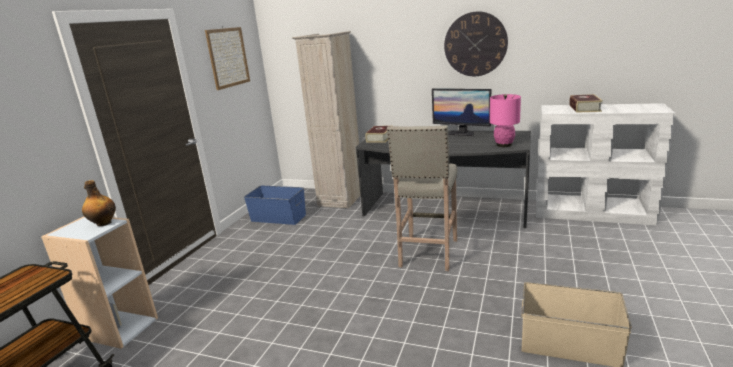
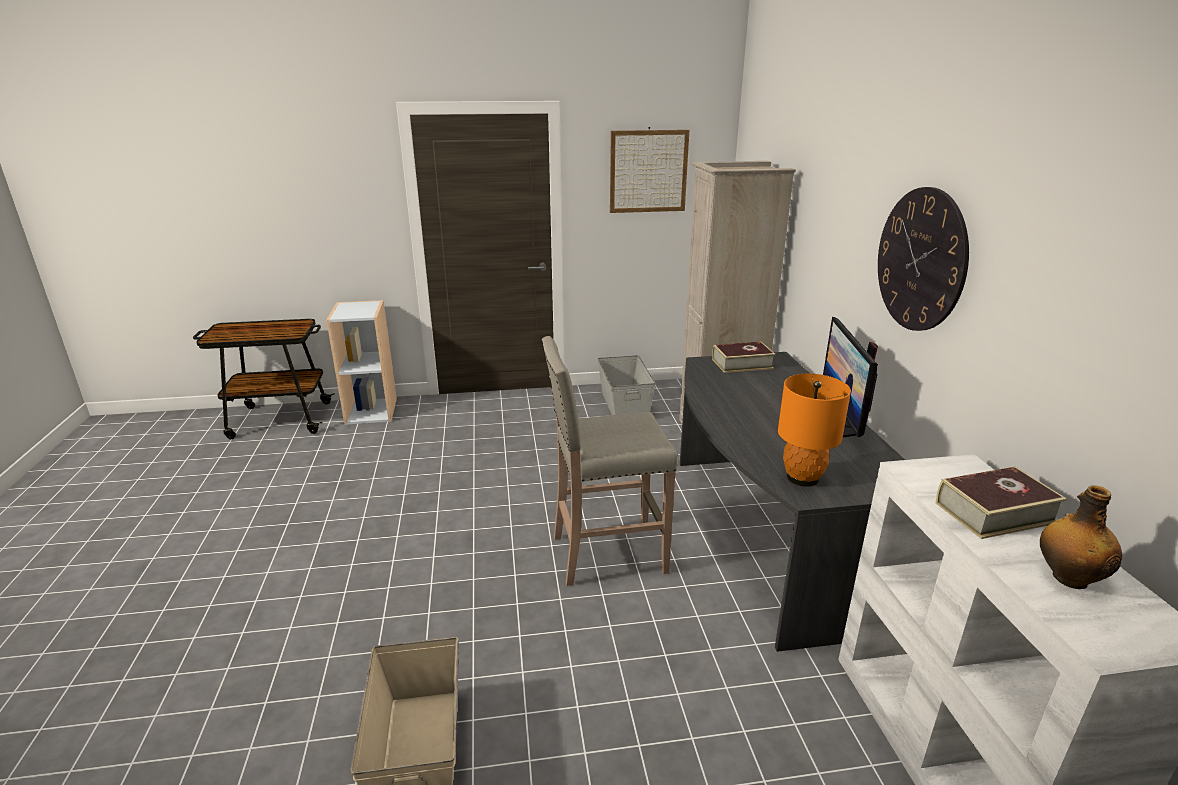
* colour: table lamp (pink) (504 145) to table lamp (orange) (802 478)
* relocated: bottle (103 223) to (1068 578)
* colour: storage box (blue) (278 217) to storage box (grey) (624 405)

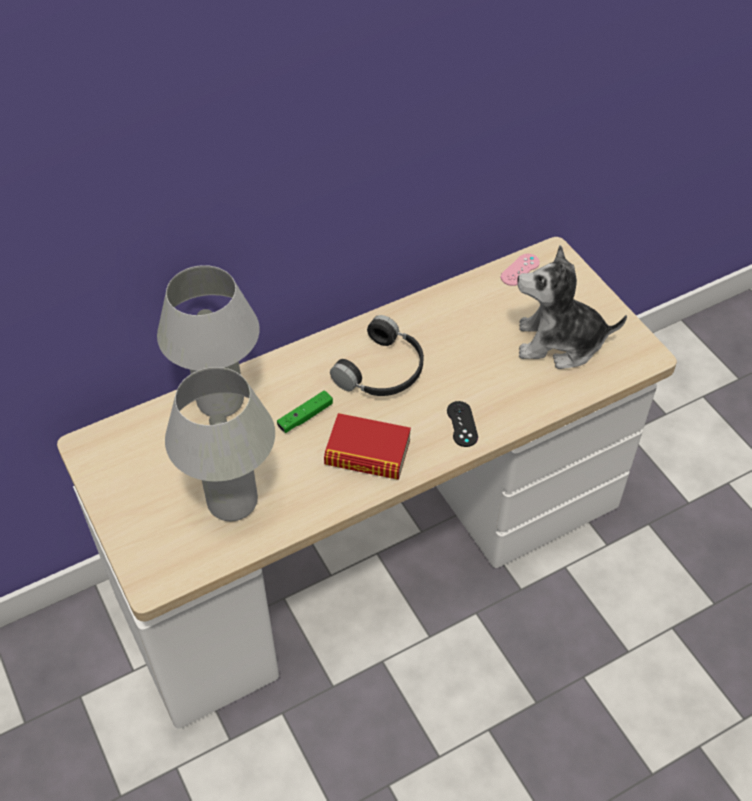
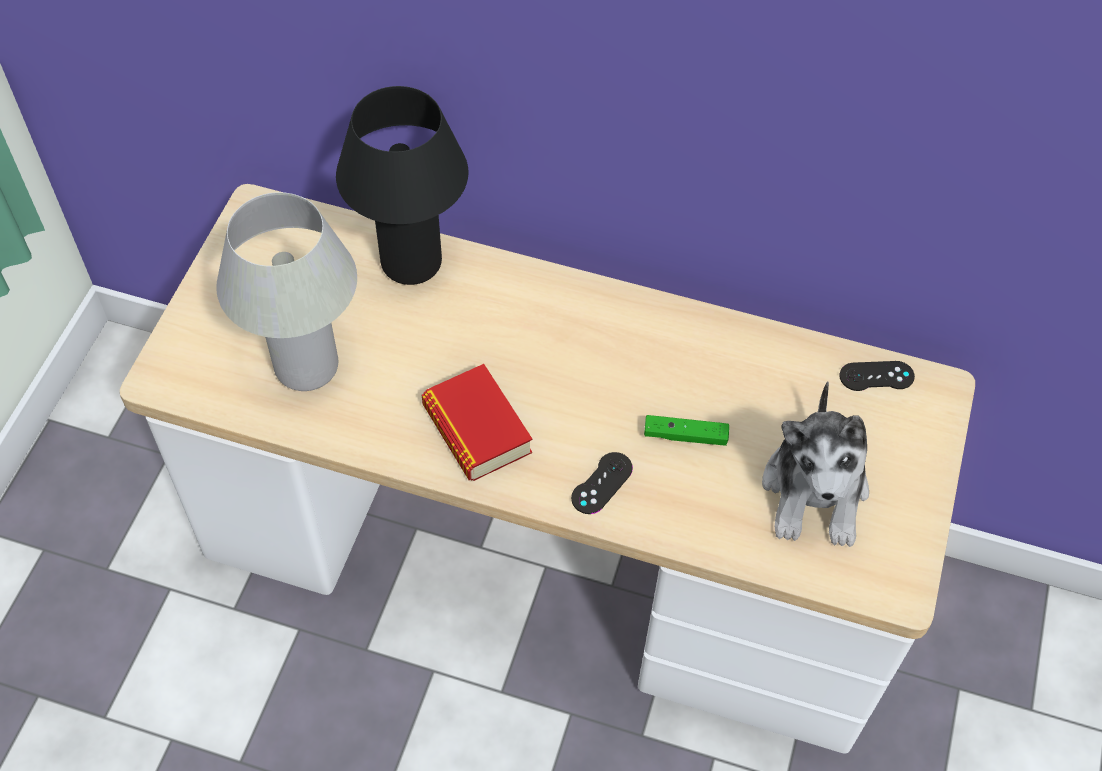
* spun: plush toy (559 343) = (815 490) 135 degrees counterclockwise
* colour: game controller (pink) (520 270) to game controller (black) (876 376)
* colour: table lamp (white) (220 401) to table lamp (black) (411 263)
* missing: headphones (black) (383 371)
* relocated: game controller (green) (305 417) to (685 436)

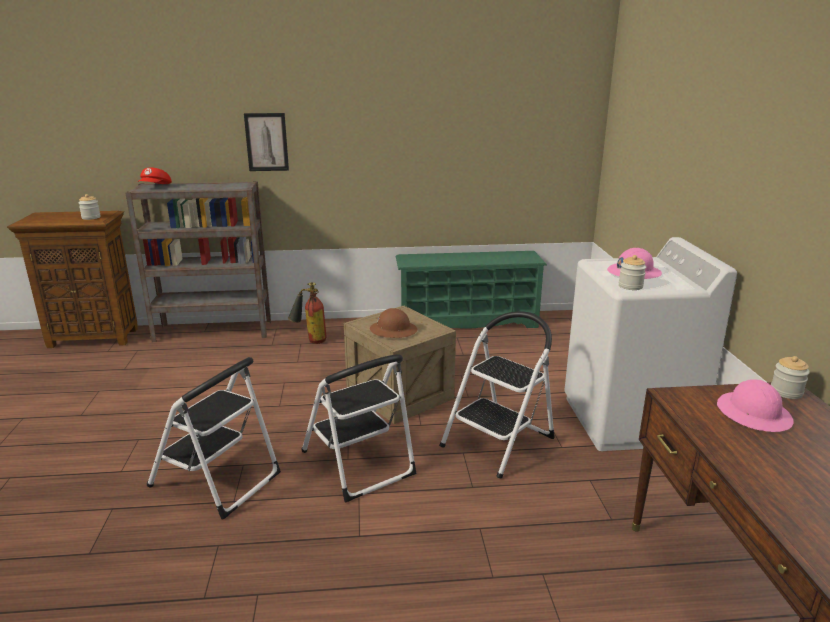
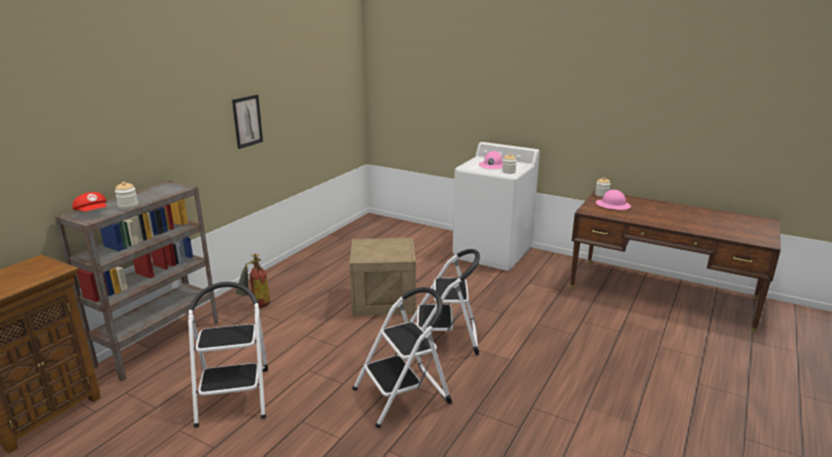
* relocated: picture (266 142) to (247 121)
* relocated: jar (91 217) to (128 205)
* missing: shoe rack (green) (467 322)
* missing: hard hat (brown) (393 330)
* relocated: step ladder (500 441) to (234 394)

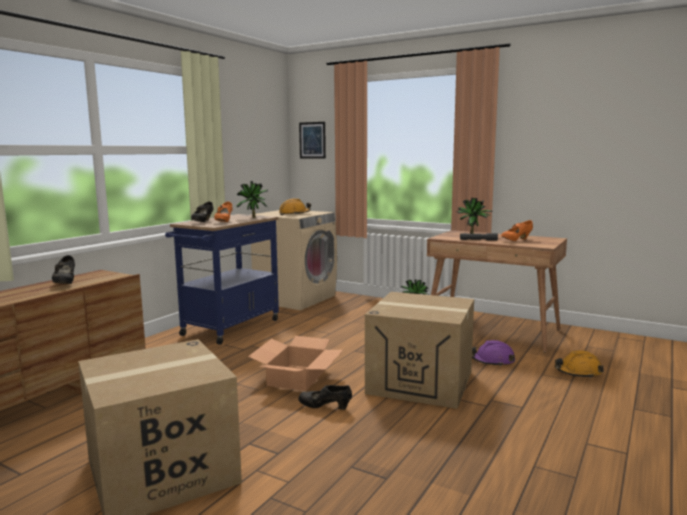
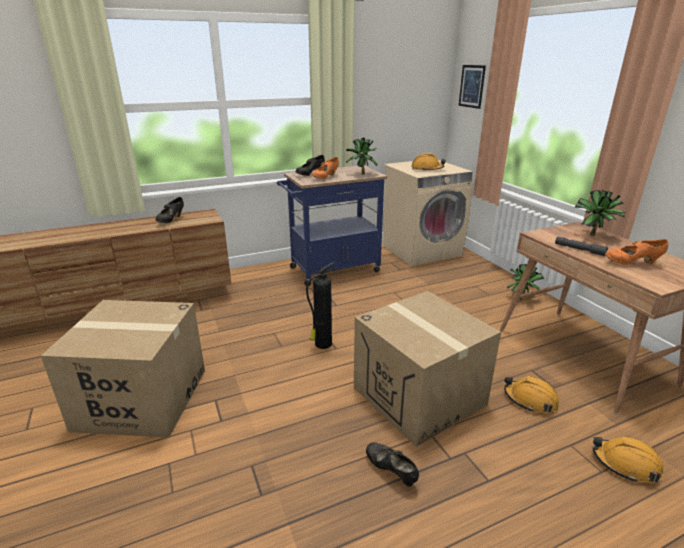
* exchanged: cardboard box (297 377) to fire extinguisher (322 344)
* colour: hard hat (purple) (492 361) to hard hat (orange) (530 400)
* relocated: shoe (black) (325 407) to (391 471)

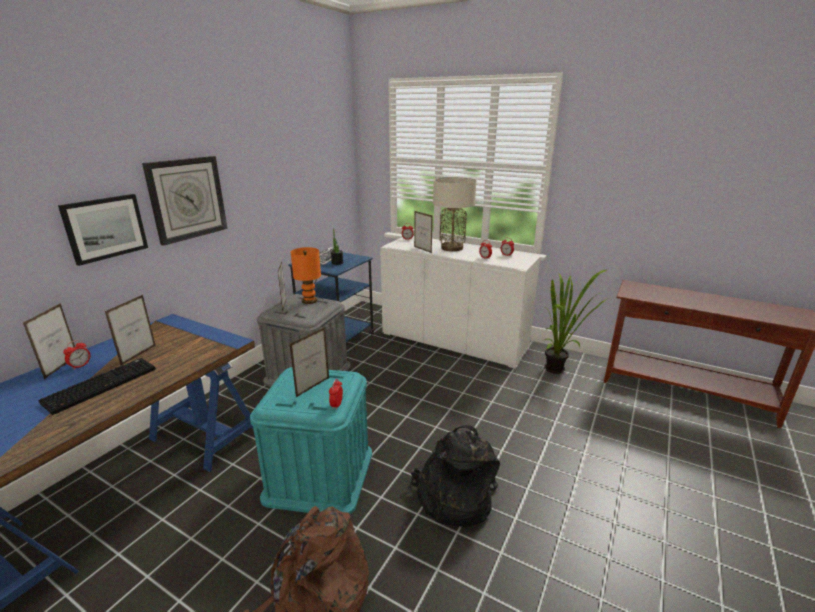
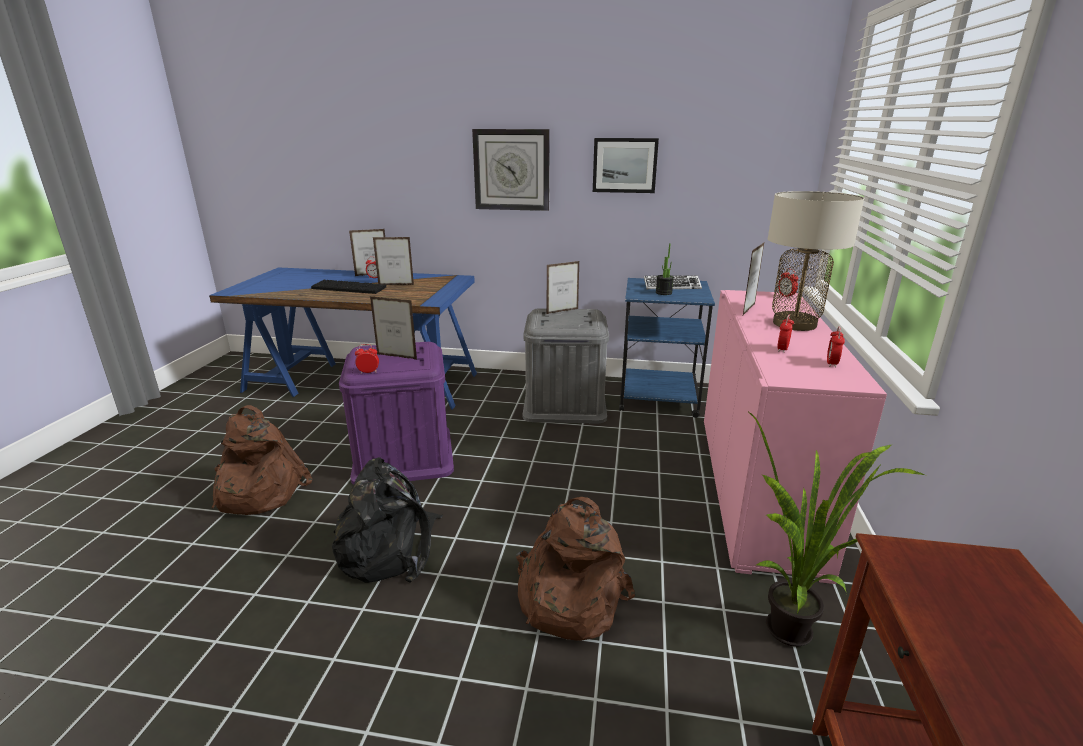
* relocated: picture (105 228) to (624 165)
* colour: cabinet (white) (453 341) to cabinet (pink) (756 488)
* missing: table lamp (orange) (309 301)
* colour: storage box (turquoise) (319 475) to storage box (purple) (403 455)
* appeared: backpack (brown) (567 598)

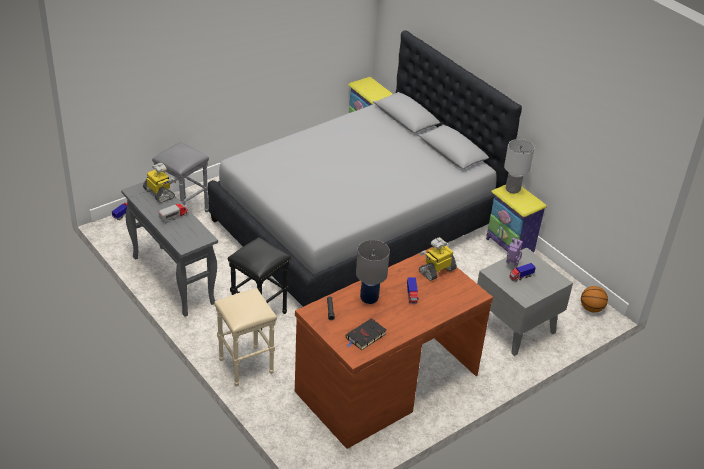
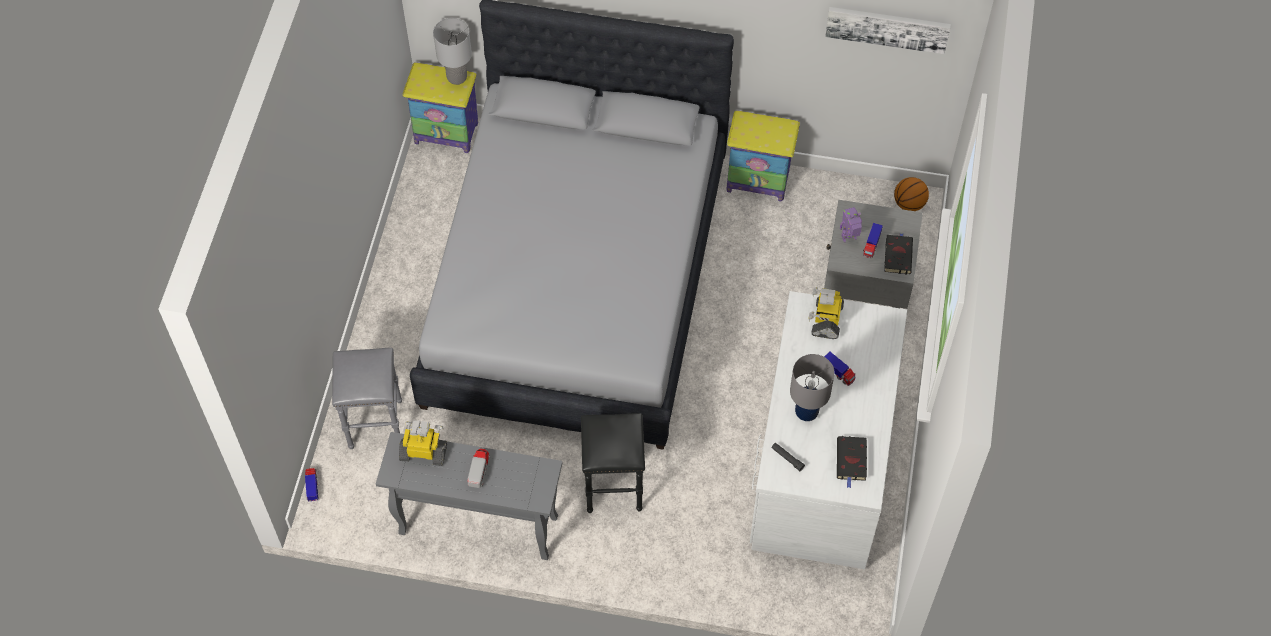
* relocated: table lamp (grey) (512 190) to (457 78)
* colour: desk (brown) (386 382) to desk (white) (820 463)
* missing: stool (beige) (246 364)
* appeared: picture (887 28)
* appeared: book (black) (897 255)

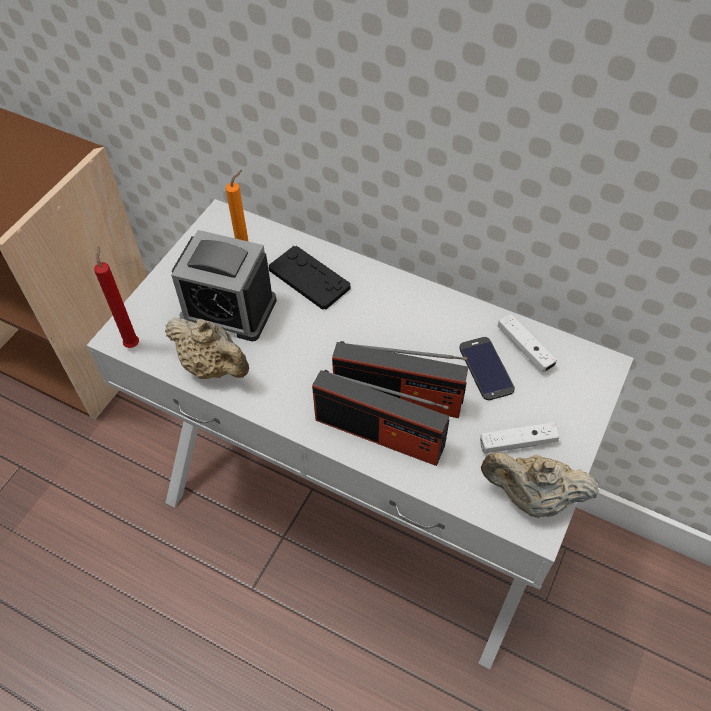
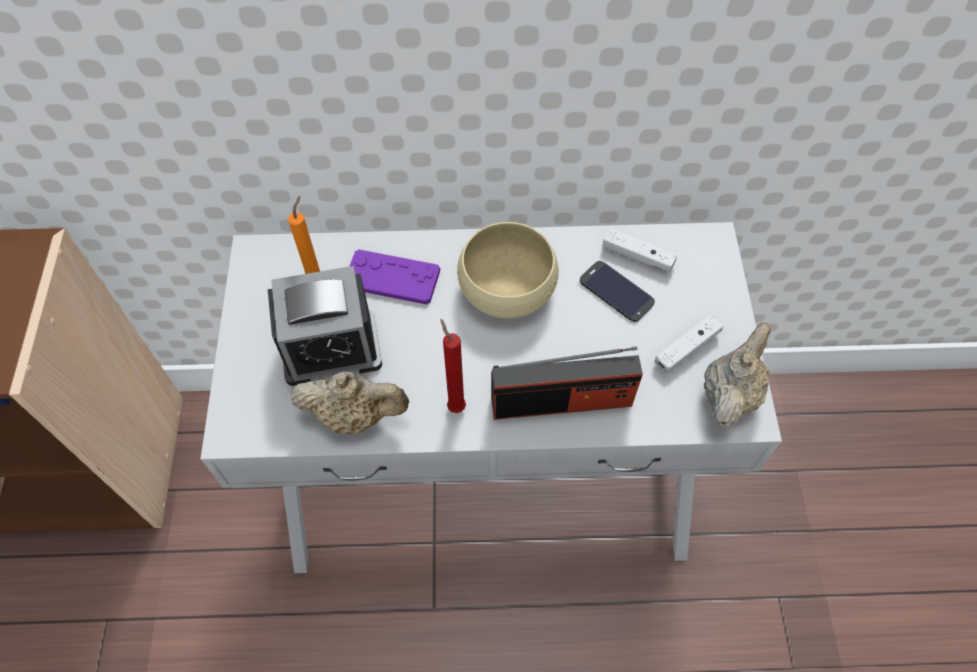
* relocated: candle (red) (133 343) to (455 405)
* colour: game controller (black) (309 278) to game controller (purple) (392 278)
* missing: radio (398 396)
* spun: teapot (beige) (532 498) = (730 393) 135 degrees clockwise
* appeared: bowl (beige) (507 287)

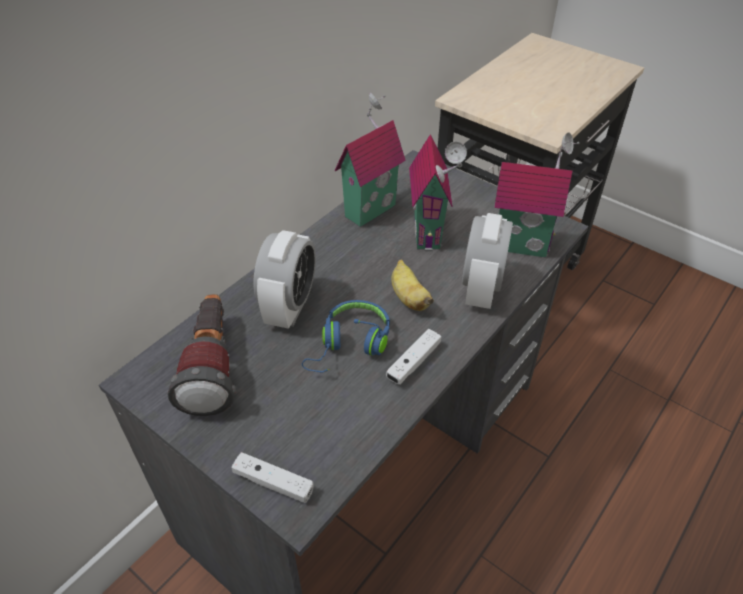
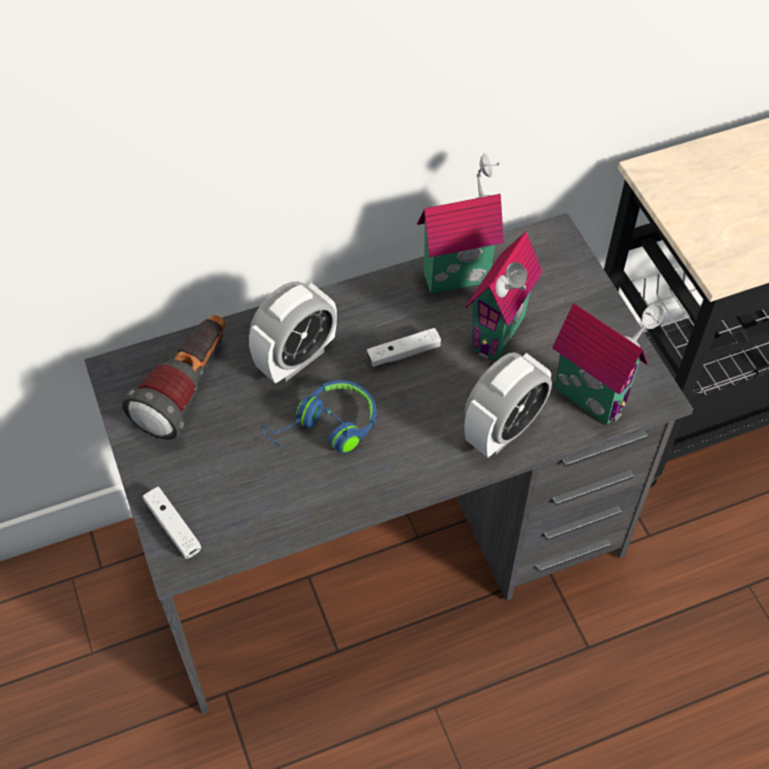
* missing: banana (408 297)
* relocated: game controller (white) (413 362) to (403 353)

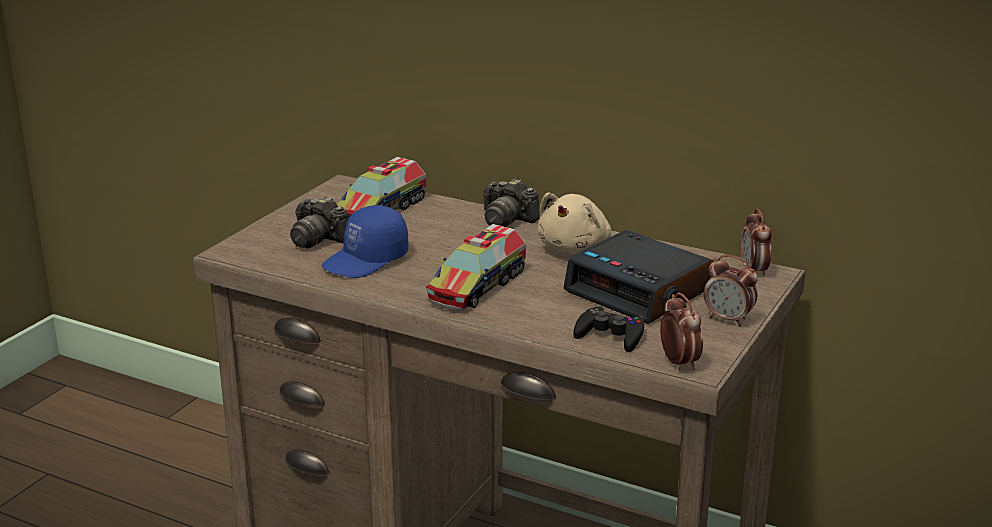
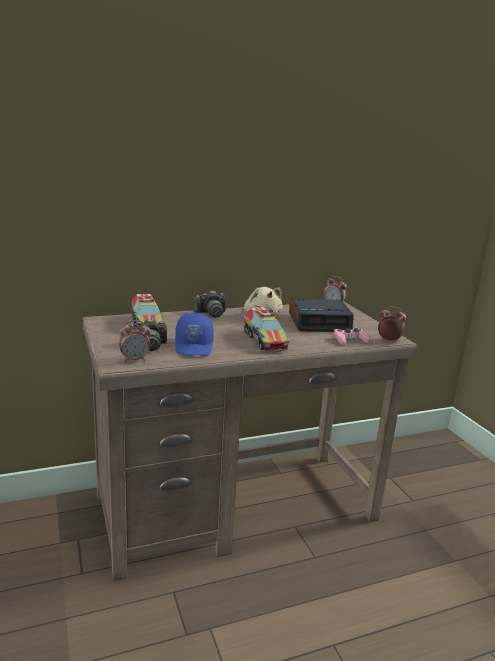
* relocated: alarm clock (728 319) to (135 359)
* colour: game controller (black) (610 335) to game controller (pink) (350 340)

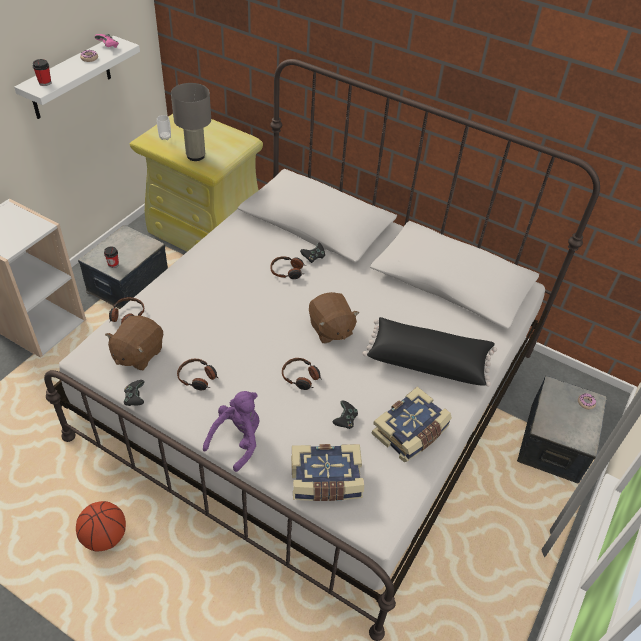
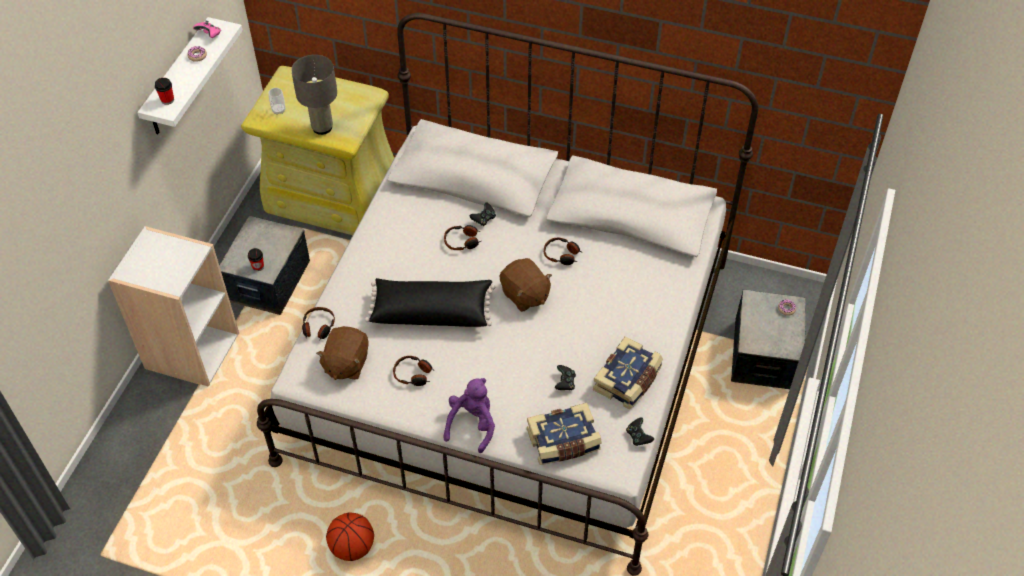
* relocated: pillow (black) (428 360) to (431 311)
* relocated: headphones (301 377) to (562 255)
* relocated: game controller (black) (135 398) to (638 436)

